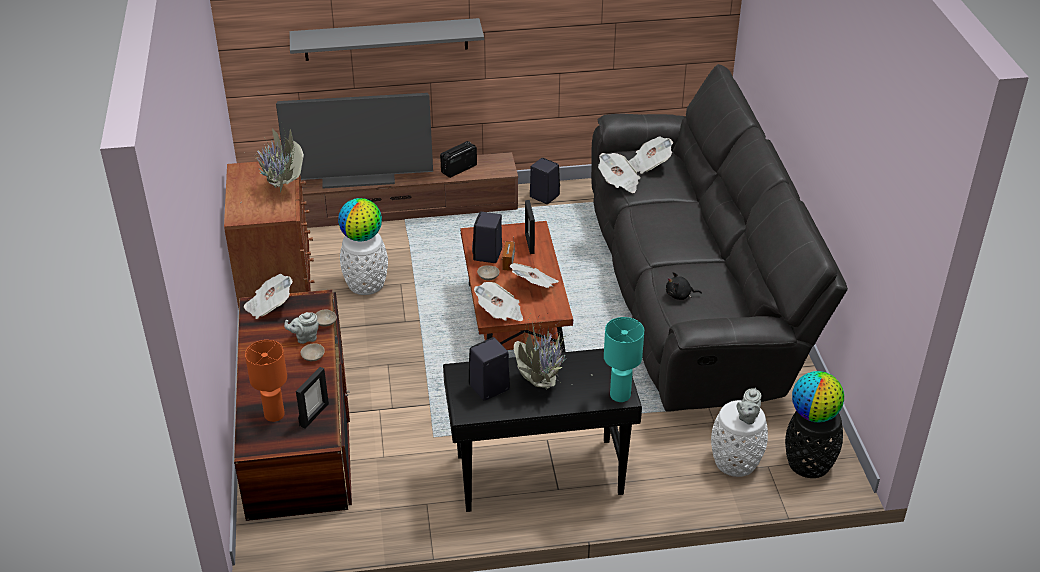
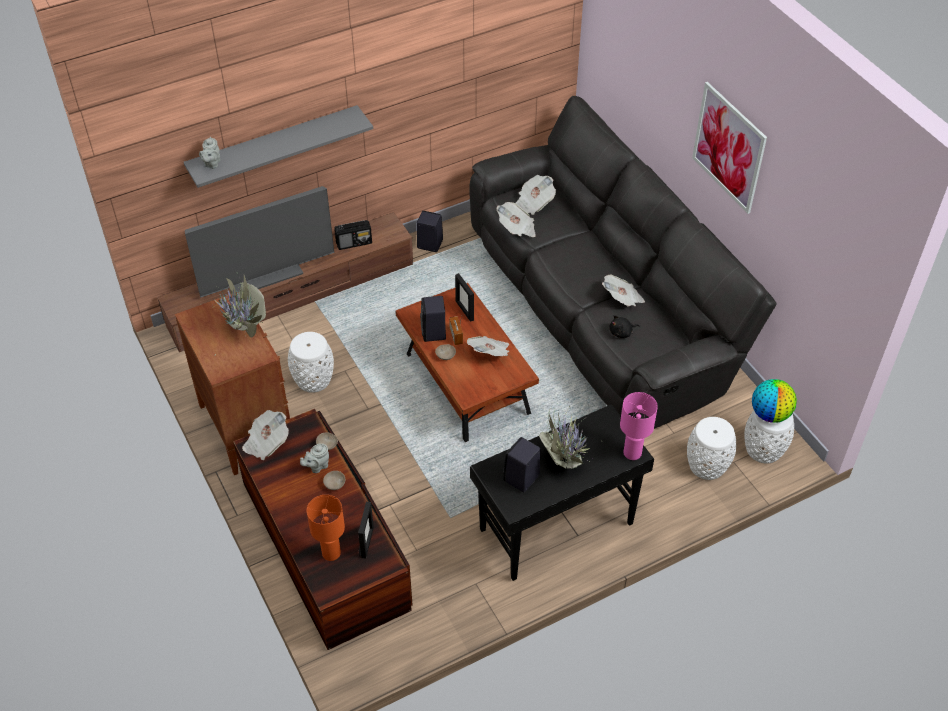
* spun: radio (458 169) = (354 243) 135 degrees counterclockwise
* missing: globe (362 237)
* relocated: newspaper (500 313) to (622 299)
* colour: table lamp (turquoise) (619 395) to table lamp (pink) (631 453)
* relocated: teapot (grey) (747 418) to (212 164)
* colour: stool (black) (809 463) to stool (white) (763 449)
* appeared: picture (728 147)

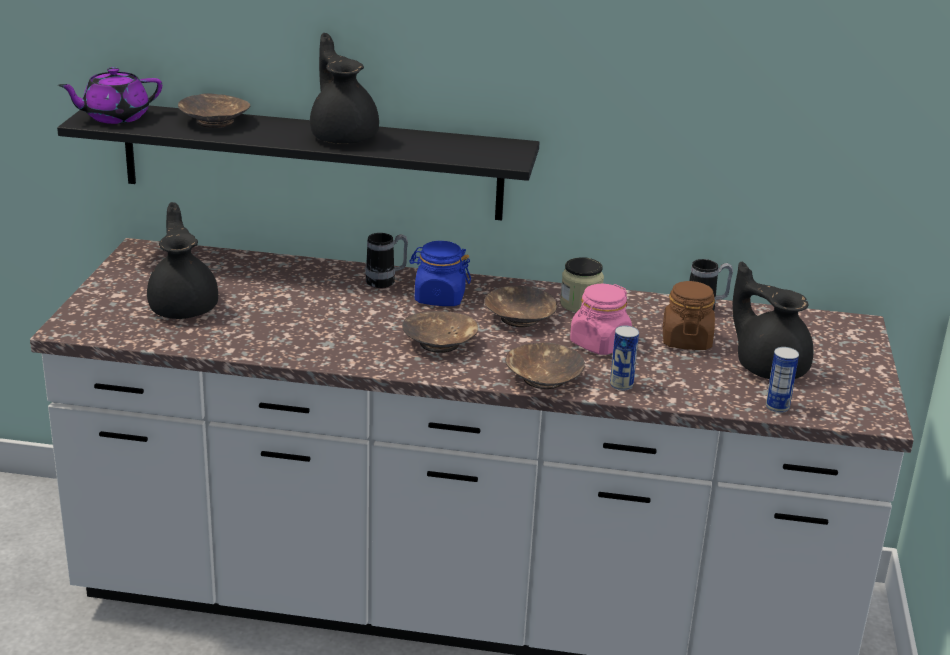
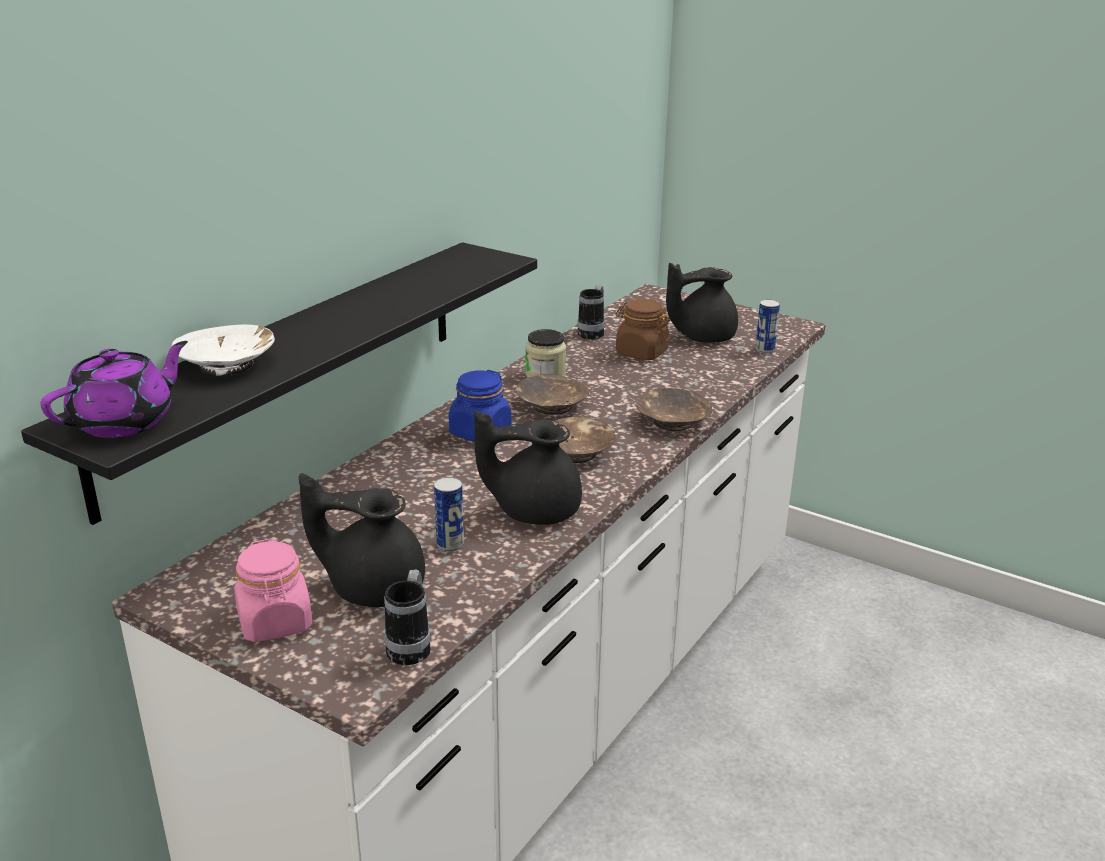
* relocated: teapot (black) (343 136) to (534 509)
* spun: teapot (purple) (115 117) = (125 421) 135 degrees counterclockwise
* colour: bowl (brown) (214 121) to bowl (white) (227 364)
* relocated: mug (386 282) to (411 646)
* relocated: jar (pink) (599 344) to (275 622)
* relocated: can (621 385) to (450 545)

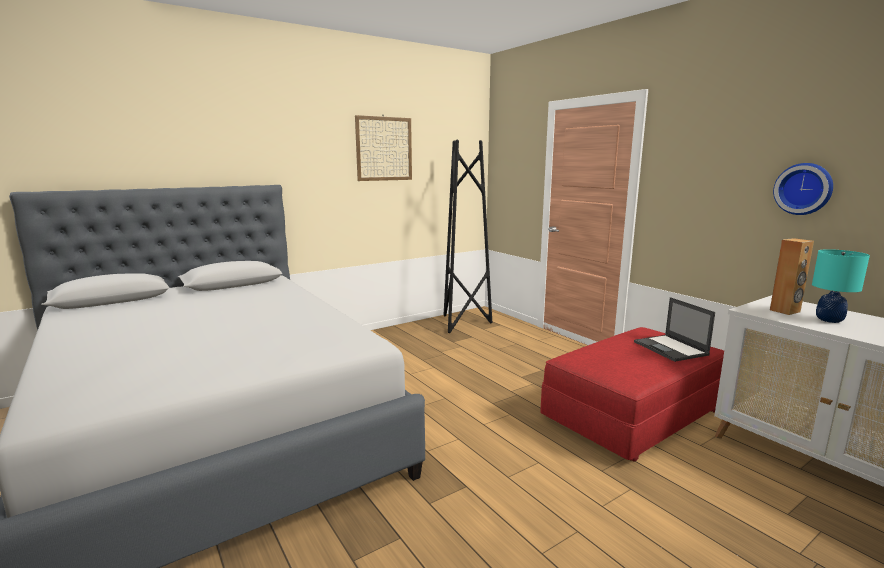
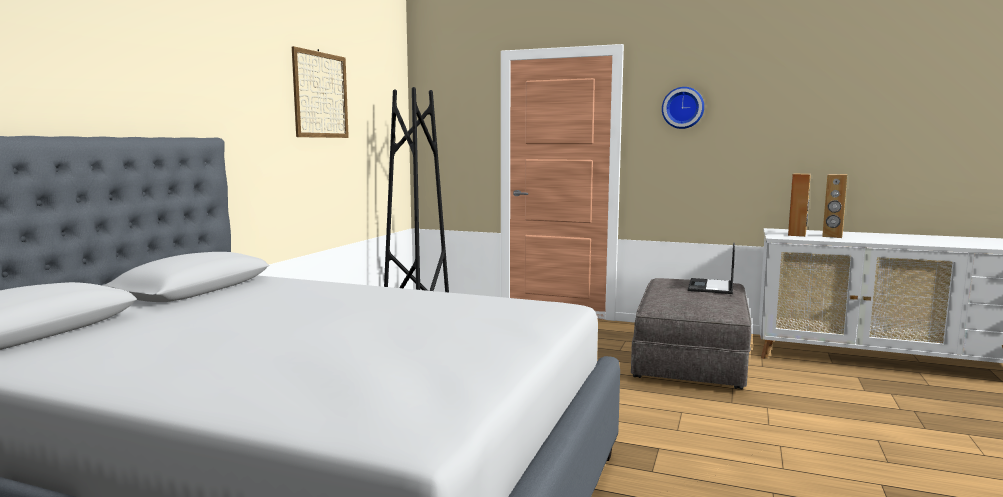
* relocated: wall clock (804 189) to (683 108)
* exchanged: table lamp (turquoise) (830 320) to speaker (brown) (832 236)
* spun: laptop (671 348) = (711 287) 75 degrees clockwise
* colour: ottoman (red) (633 415) to ottoman (grey) (691 359)

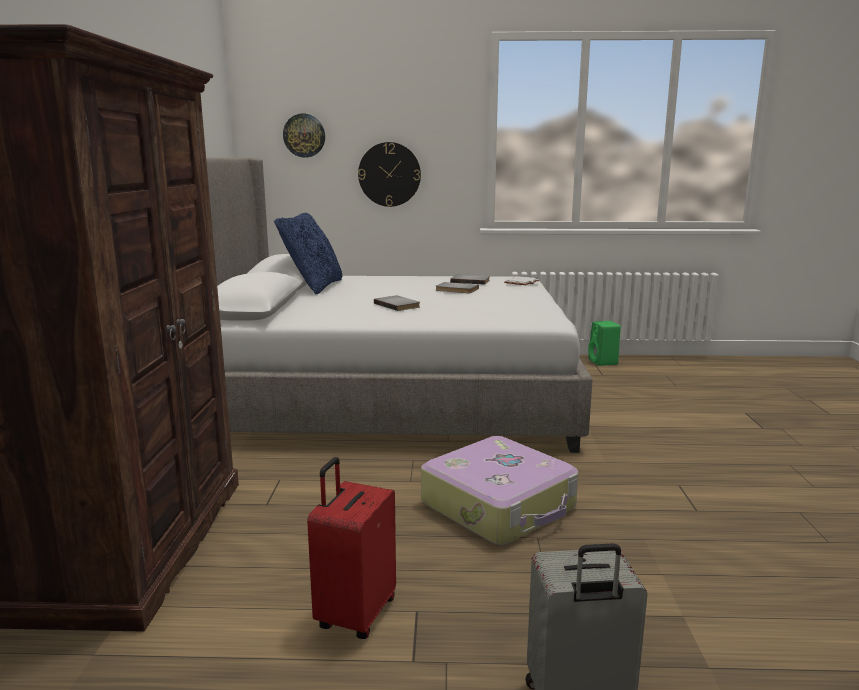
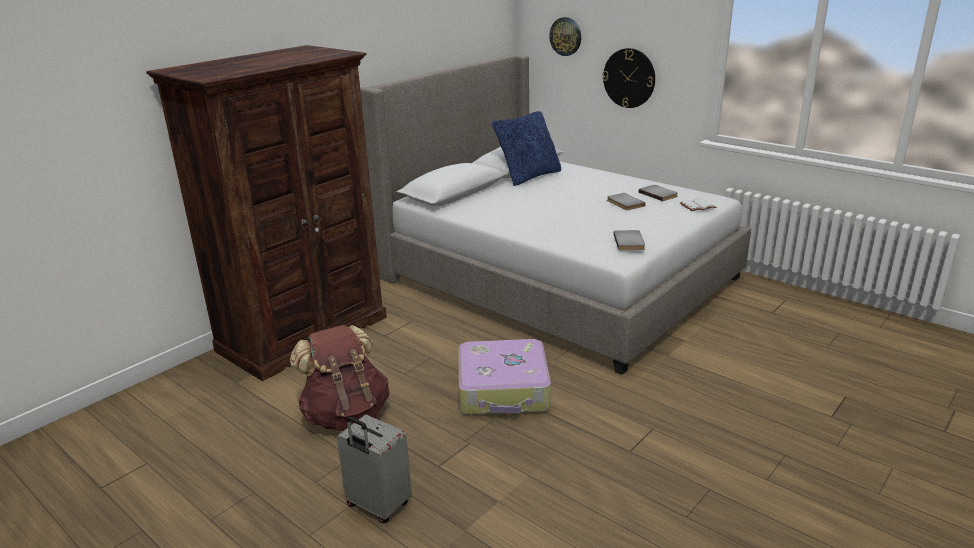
* relocated: book (grey) (398 305) to (630 242)
* missing: speaker (green) (603 362)
* exchanged: suitcase (red) (354 614) to backpack (brown) (346 415)

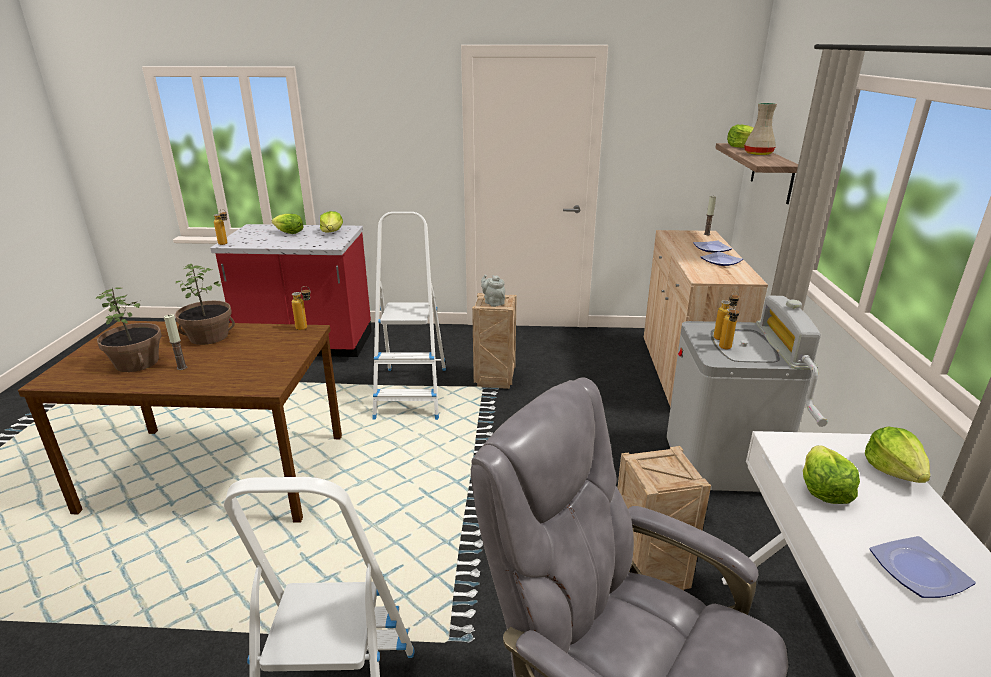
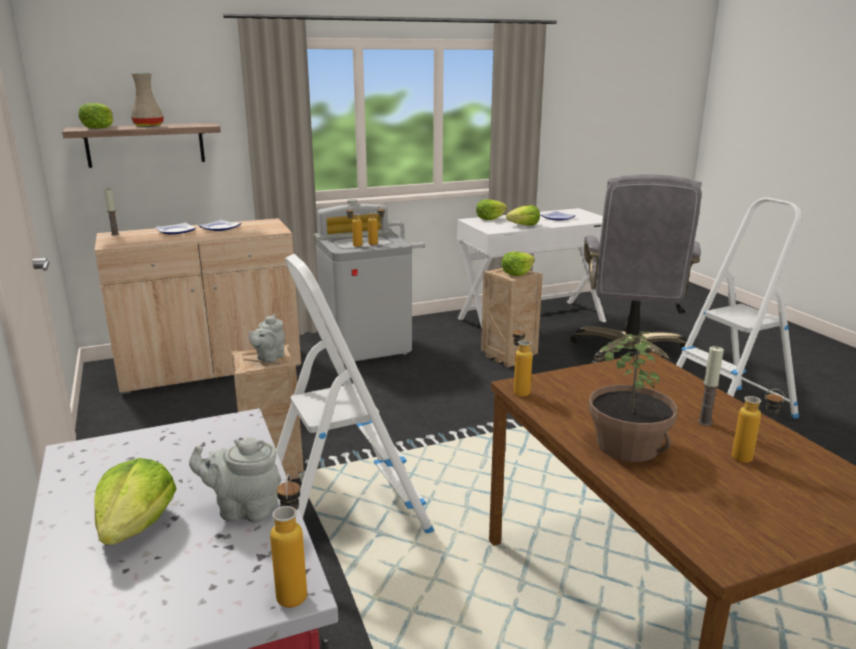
* relocated: lettuce (332 232) to (517 273)
* exchanged: potted plant (138 362) to bottle (751 460)
* appeared: teapot (grey) (244 510)

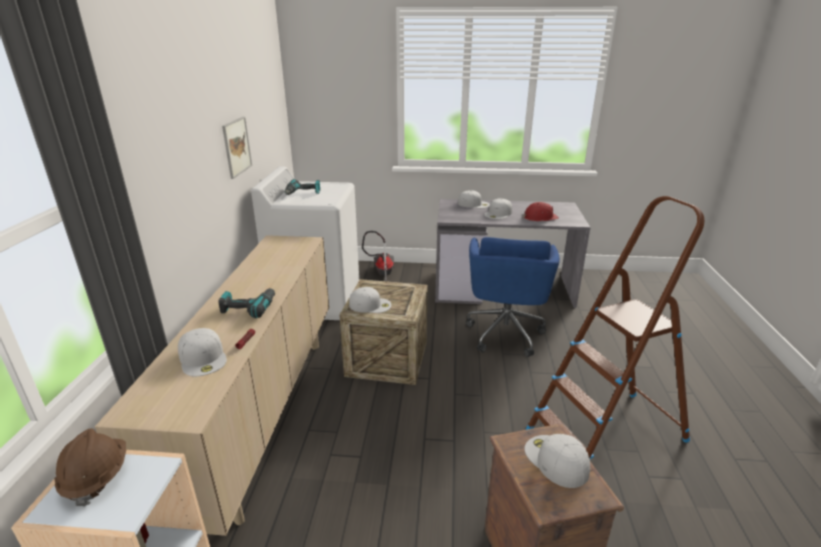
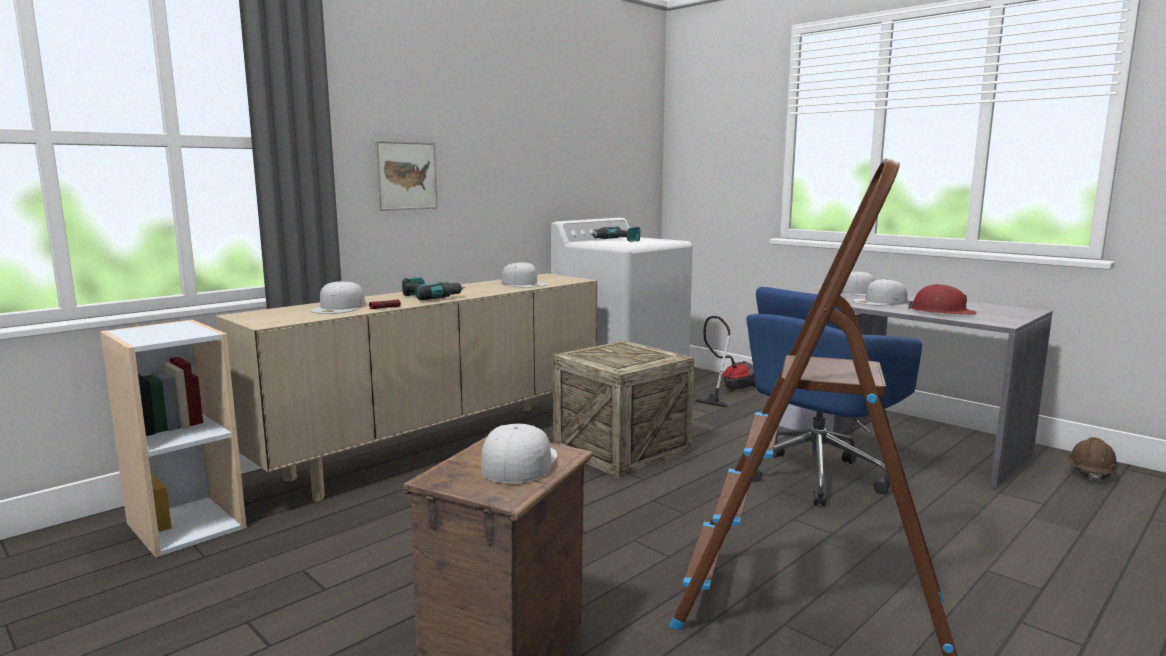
* relocated: picture (237 147) to (406 175)
* relocated: cap (white) (370 305) to (524 284)
* relocated: hard hat (brown) (96 477) to (1090 474)

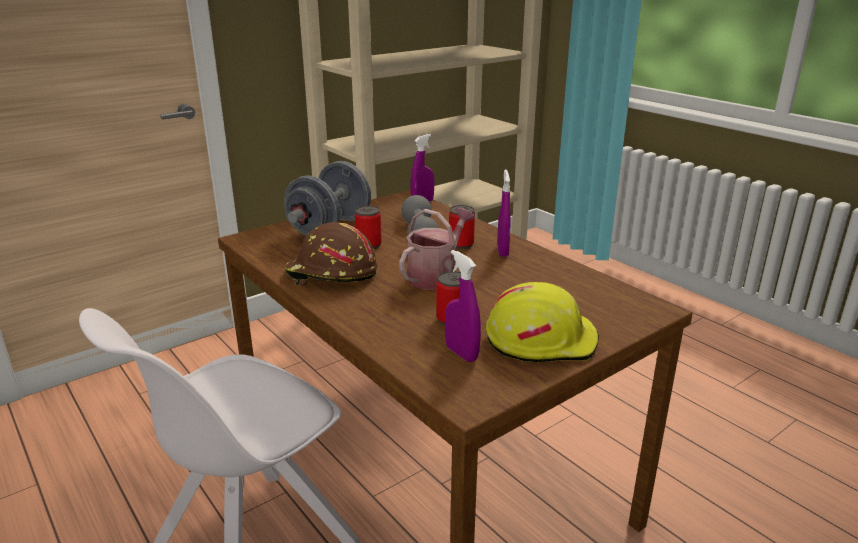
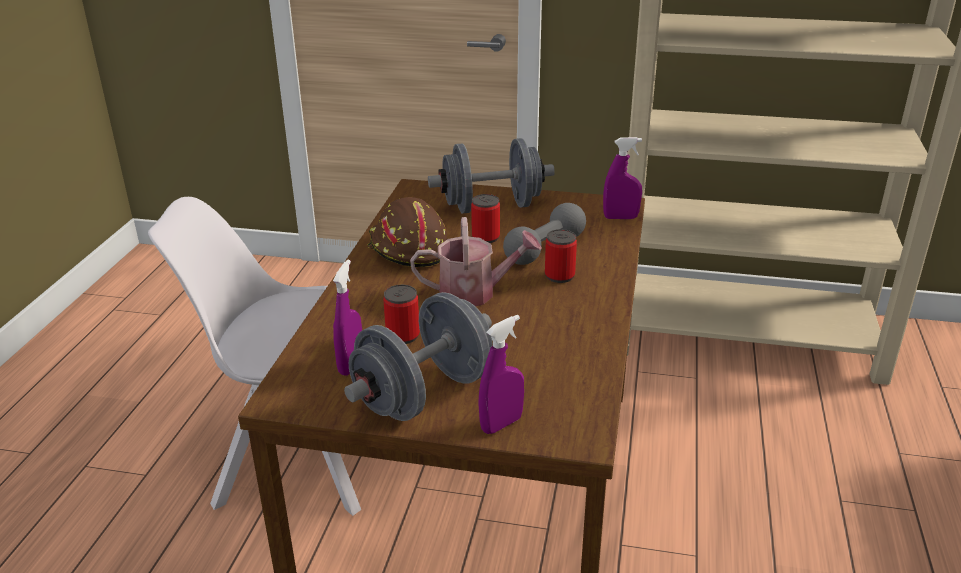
* relocated: spray bottle (purple) (502 251) to (501 424)
* exchanged: hard hat (yellow) (541 340) to dumbbell (grey) (424 394)

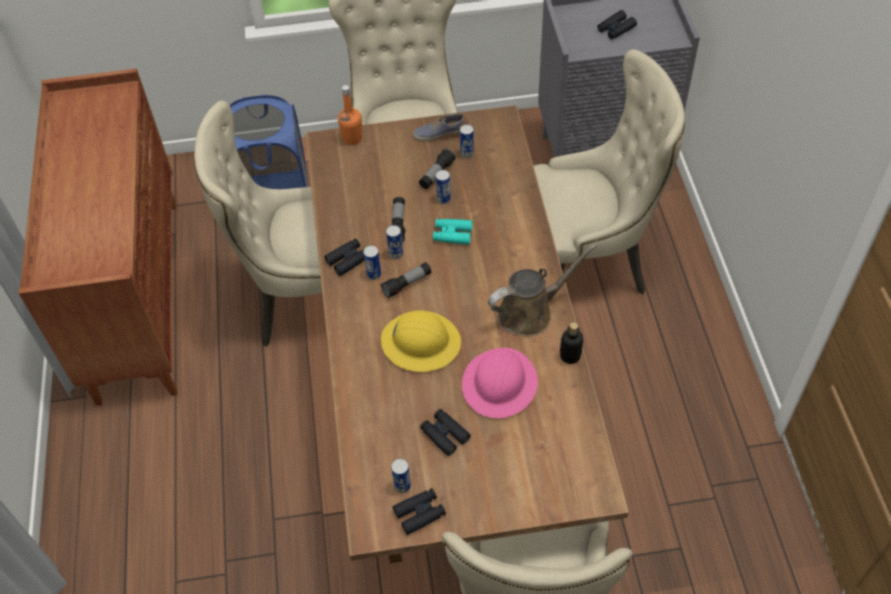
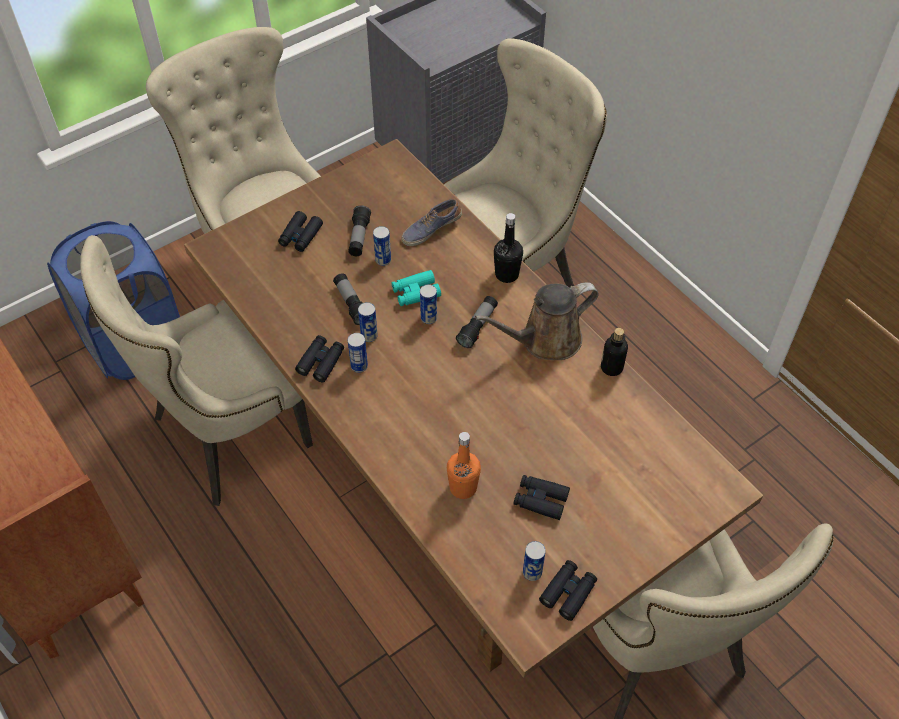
* relocated: binoculars (black) (616 29) to (300 236)
* relocated: bottle (orange) (352 138) to (463 487)
* relocated: shoe (441 133) to (431 229)
* relocated: can (467 154) to (428 318)
* spun: watering can (brown) (530 312) = (545 340) 150 degrees counterclockwise
* relocated: flashlight (407 284) to (477 327)
* missing: hard hat (yellow) (420 342)
* missing: hard hat (pink) (500 384)
* appeared: bottle (black) (506 274)

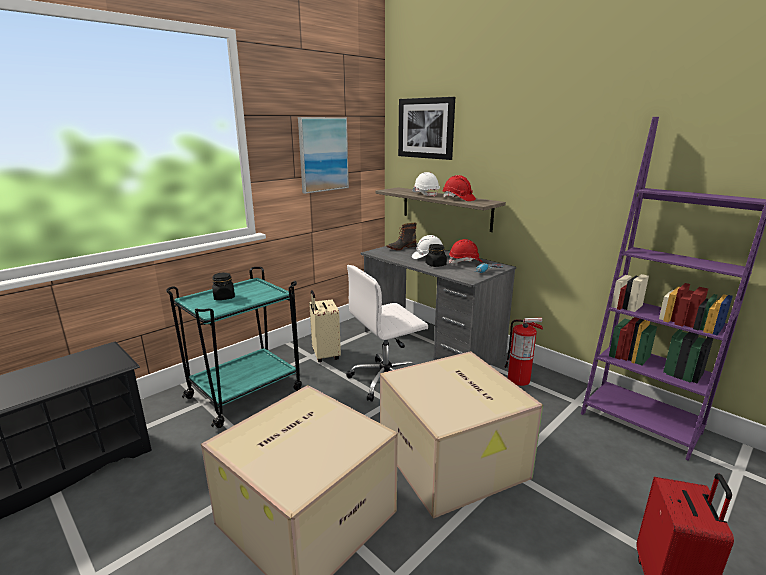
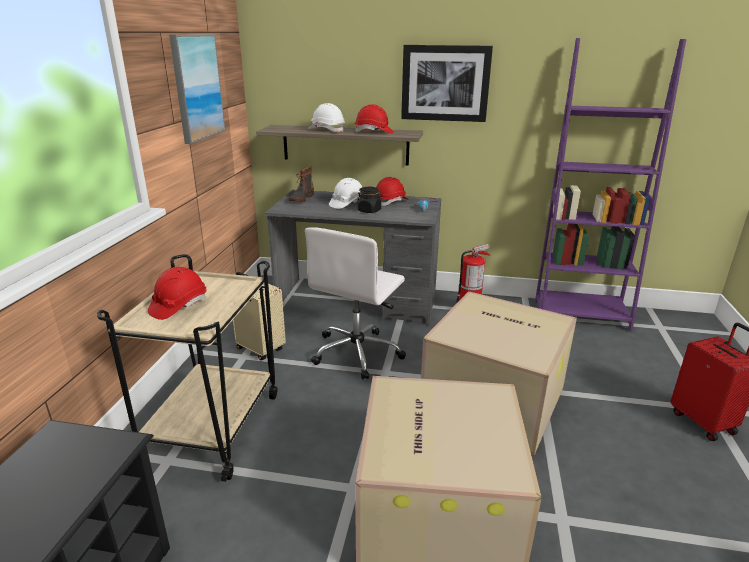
* relocated: picture (426 128) to (445 83)
* colour: cart (turquoise) (246 393) to cart (beige) (214 426)
* exchanged: jar (black) (224 297) to hard hat (red) (178 306)

